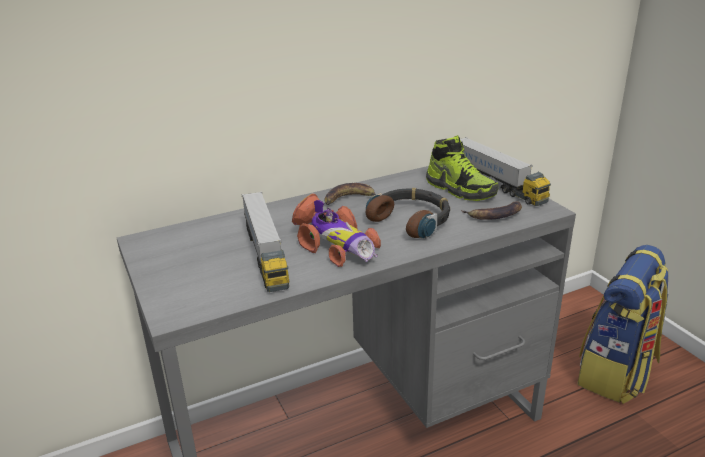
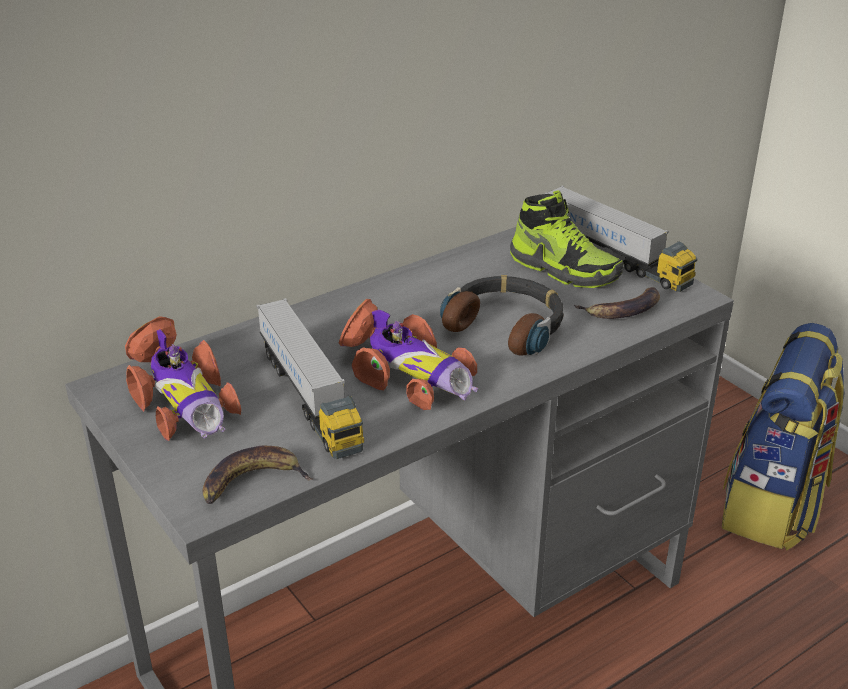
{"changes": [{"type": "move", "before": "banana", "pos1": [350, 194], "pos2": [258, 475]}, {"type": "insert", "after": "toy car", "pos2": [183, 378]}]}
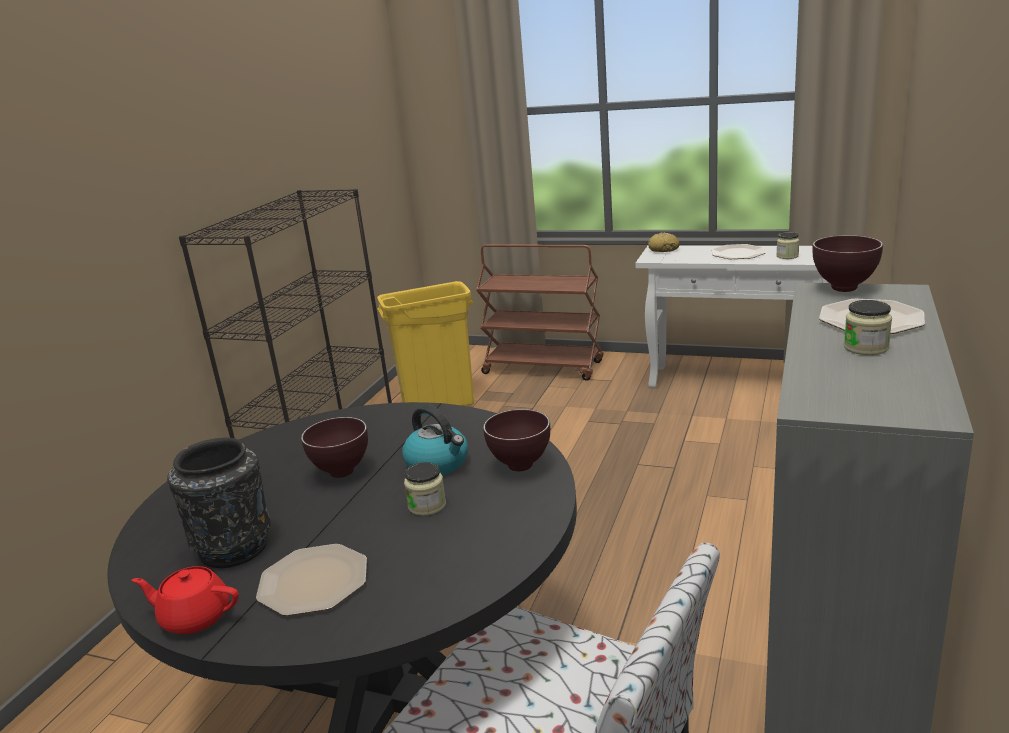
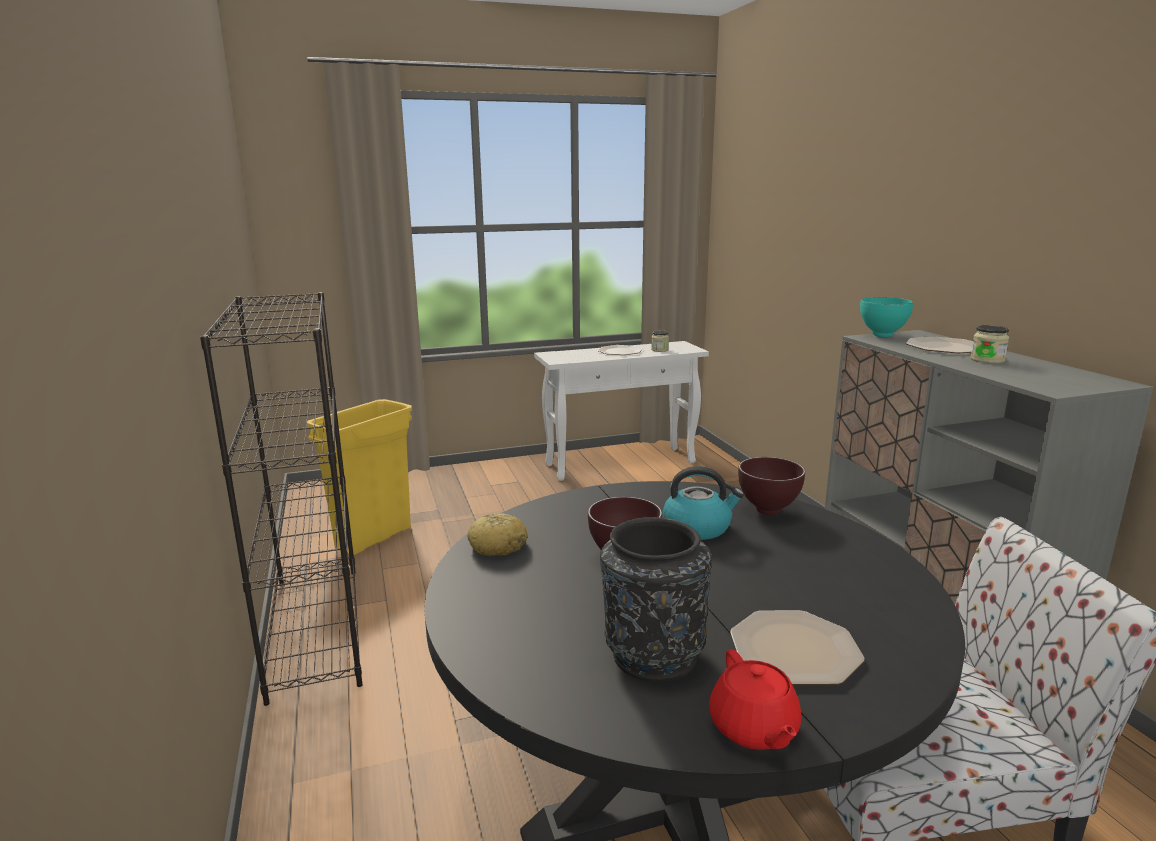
{"changes": [{"type": "rotate", "before": "teapot (red)", "pos1": [185, 600], "pos2": [755, 699], "turn": -75}, {"type": "delete", "before": "jar", "pos1": [425, 489]}, {"type": "delete", "before": "cart (brown)", "pos1": [539, 312]}, {"type": "move", "before": "bread", "pos1": [664, 242], "pos2": [497, 534]}, {"type": "recolor", "before": "bowl (brown)", "after": "bowl (turquoise)", "pos1": [847, 263], "pos2": [887, 317]}]}
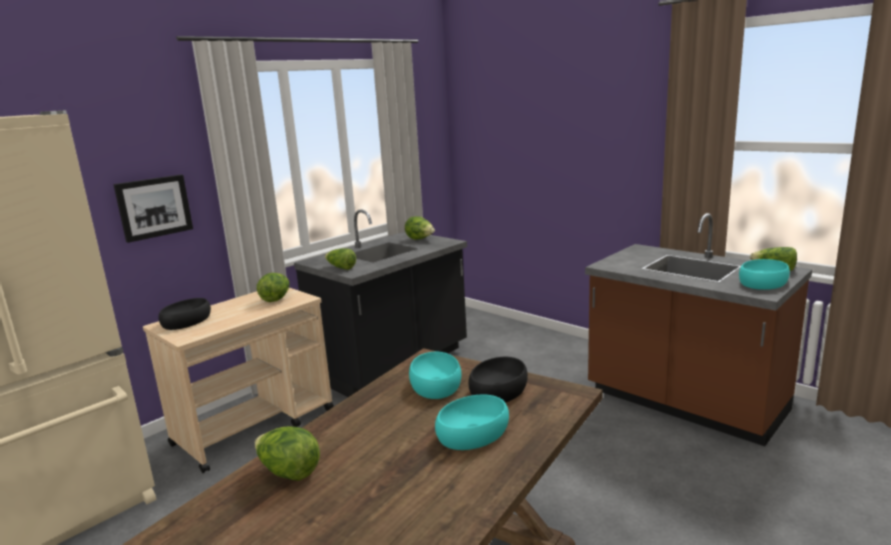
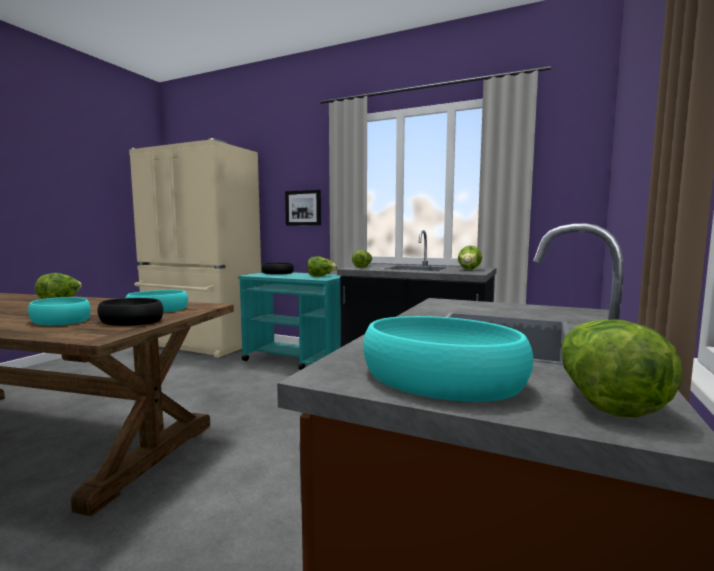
{"changes": [{"type": "recolor", "before": "cart (beige)", "after": "cart (turquoise)", "pos1": [238, 380], "pos2": [289, 321]}]}
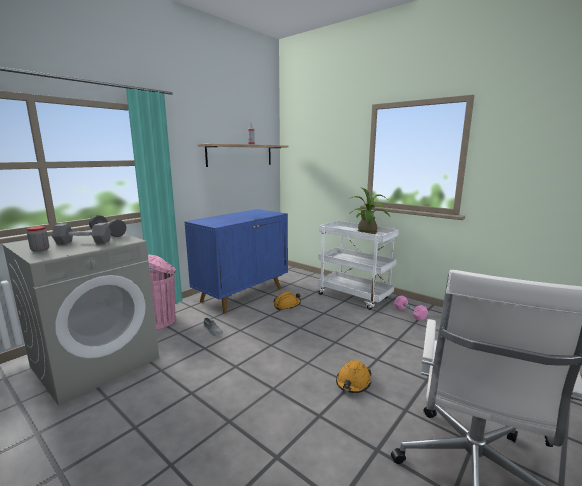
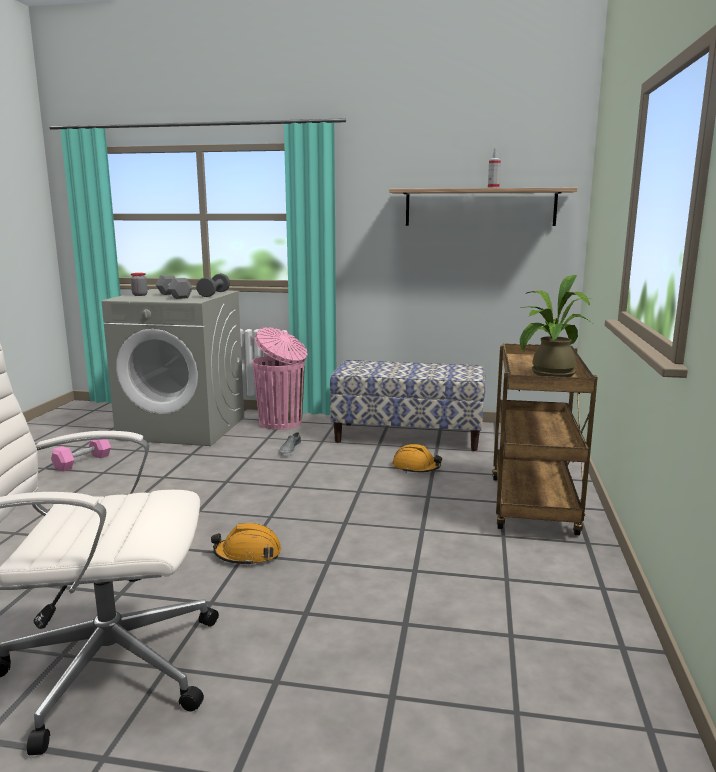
{"changes": [{"type": "replace", "before": "cabinet (blue)", "after": "bench", "pos1": [236, 261], "pos2": [408, 405]}, {"type": "recolor", "before": "cart (white)", "after": "cart (brown)", "pos1": [358, 265], "pos2": [545, 439]}, {"type": "move", "before": "dumbbell (pink)", "pos1": [411, 308], "pos2": [81, 455]}]}
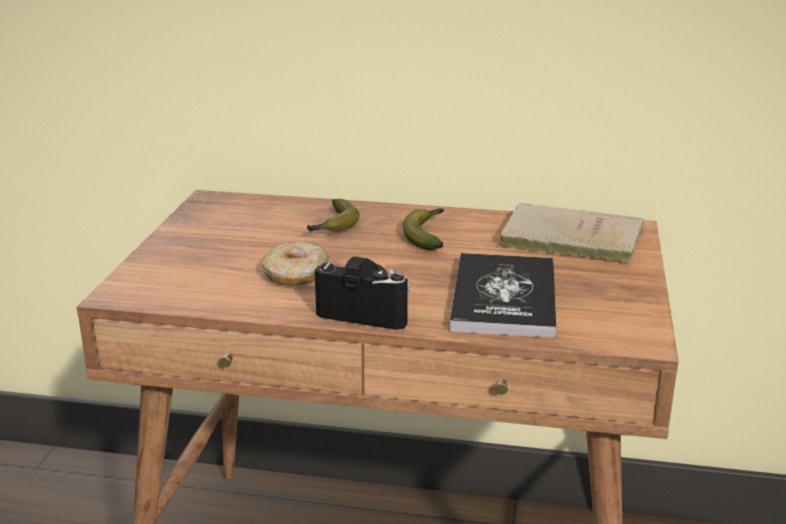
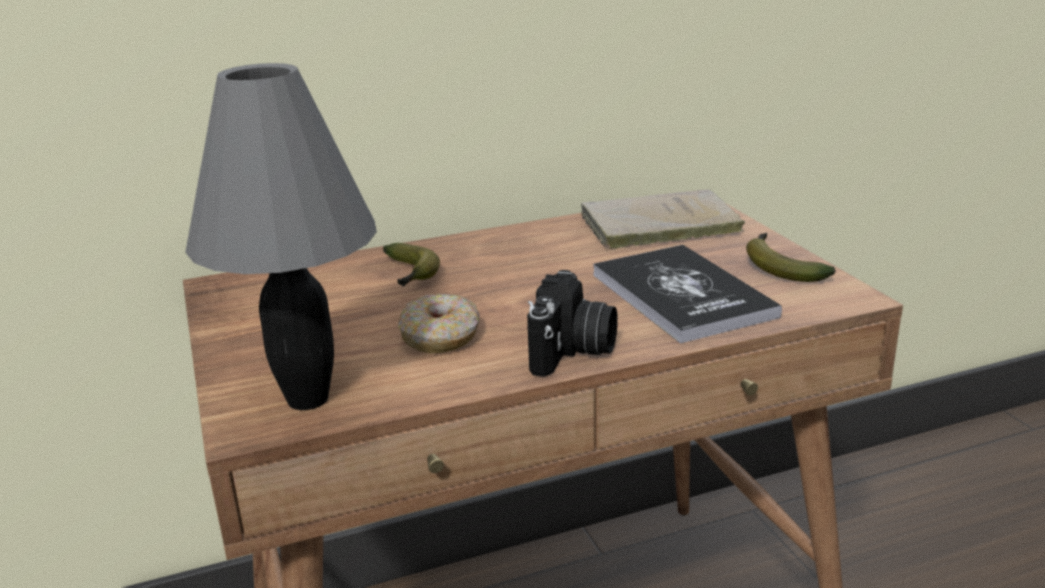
{"changes": [{"type": "rotate", "before": "photo camera", "pos1": [362, 293], "pos2": [572, 323], "turn": 120}, {"type": "move", "before": "banana", "pos1": [423, 229], "pos2": [791, 257]}, {"type": "insert", "after": "table lamp (grey)", "pos2": [281, 236]}]}
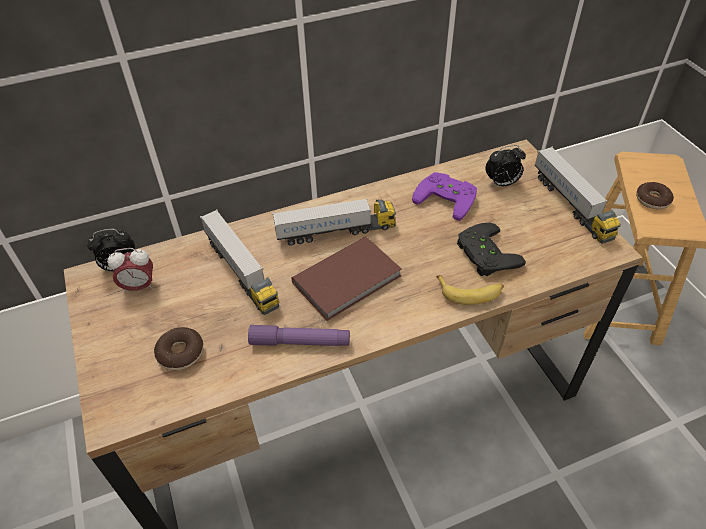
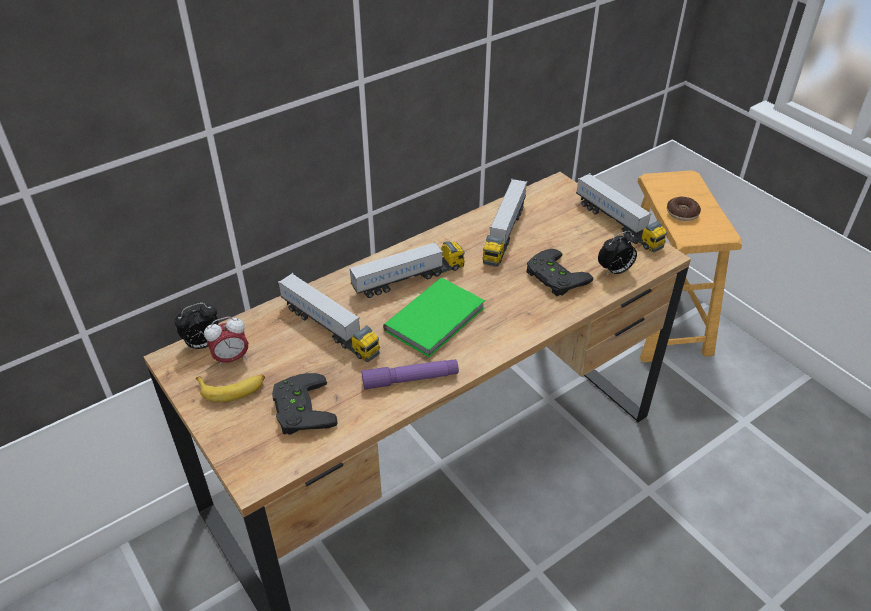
{"changes": [{"type": "replace", "before": "donut", "after": "game controller (black)", "pos1": [178, 348], "pos2": [305, 404]}, {"type": "recolor", "before": "book (brown)", "after": "book (green)", "pos1": [346, 278], "pos2": [434, 317]}, {"type": "replace", "before": "game controller (purple)", "after": "toy truck", "pos1": [444, 196], "pos2": [505, 223]}, {"type": "move", "before": "banana", "pos1": [470, 290], "pos2": [230, 388]}, {"type": "move", "before": "alarm clock", "pos1": [505, 166], "pos2": [618, 253]}]}
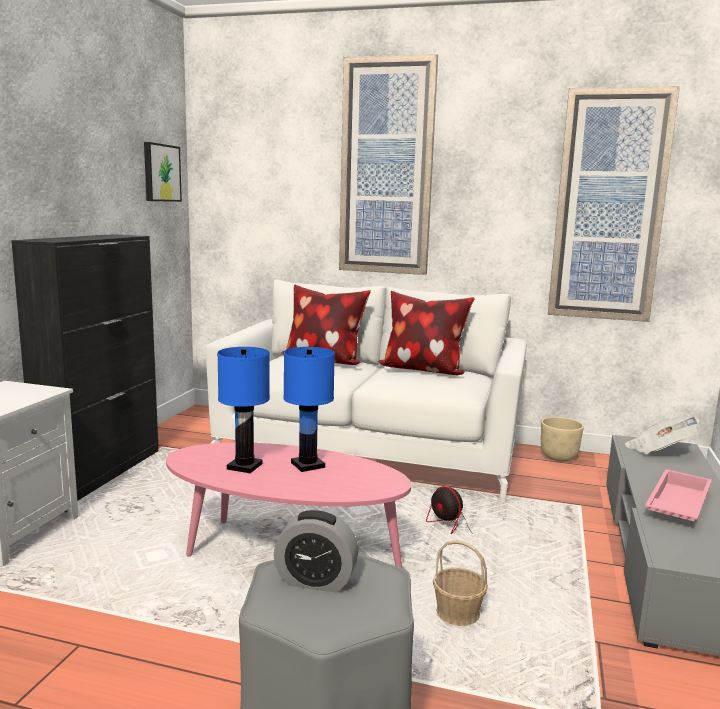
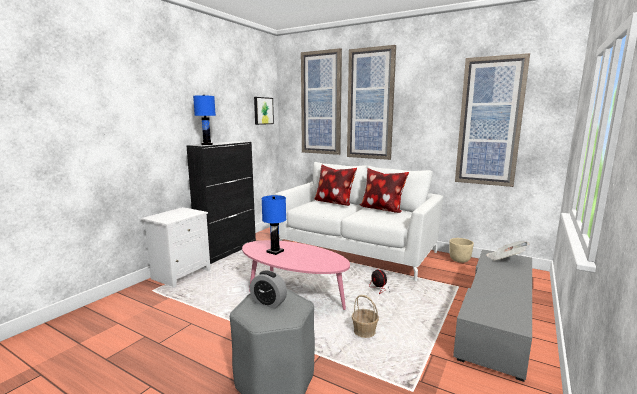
{"changes": [{"type": "move", "before": "table lamp (blue)", "pos1": [309, 409], "pos2": [204, 120]}, {"type": "delete", "before": "tray (pink)", "pos1": [678, 495]}, {"type": "insert", "after": "picture", "pos2": [321, 101]}]}
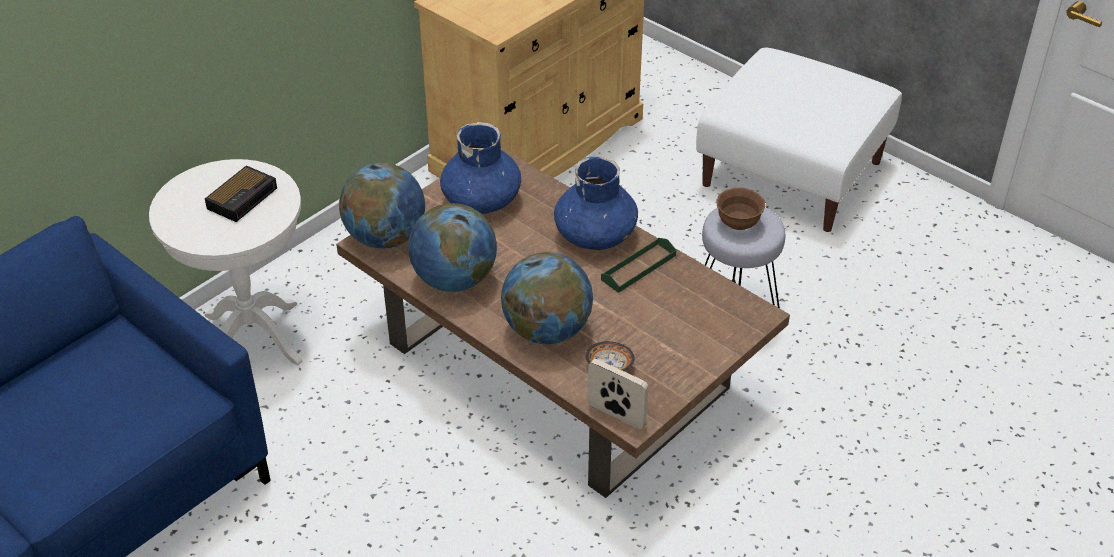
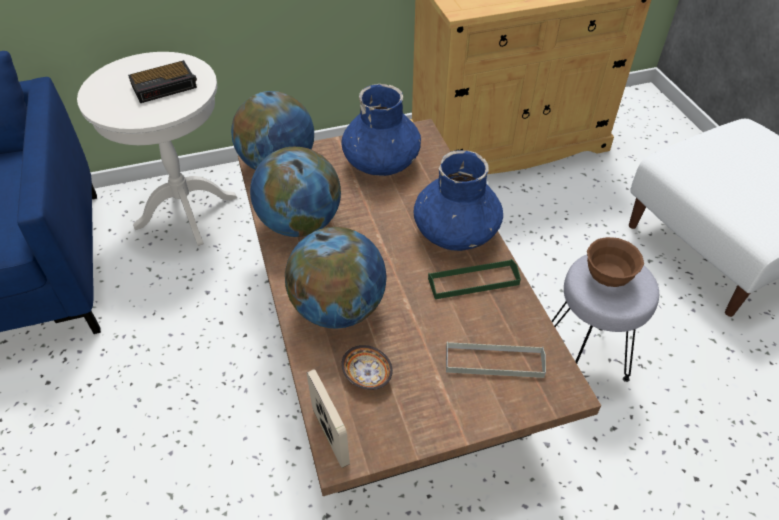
{"changes": [{"type": "insert", "after": "tray (grey)", "pos2": [496, 360]}]}
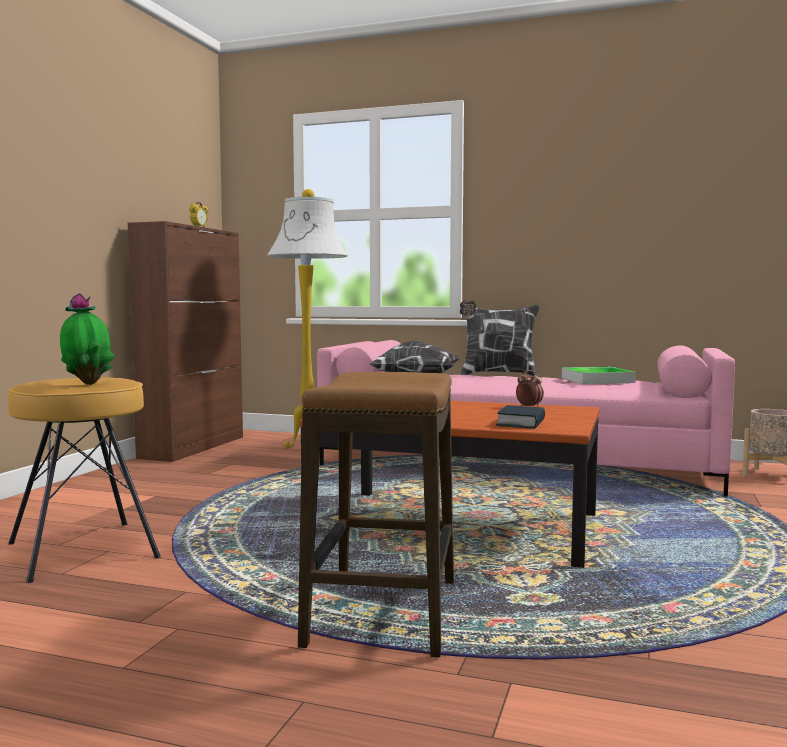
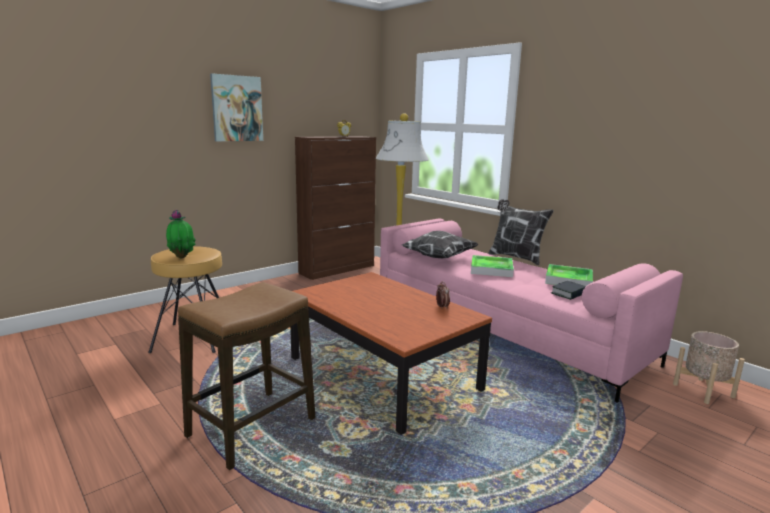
{"changes": [{"type": "move", "before": "book", "pos1": [520, 417], "pos2": [568, 290]}, {"type": "insert", "after": "picture", "pos2": [236, 107]}, {"type": "insert", "after": "tray", "pos2": [492, 266]}]}
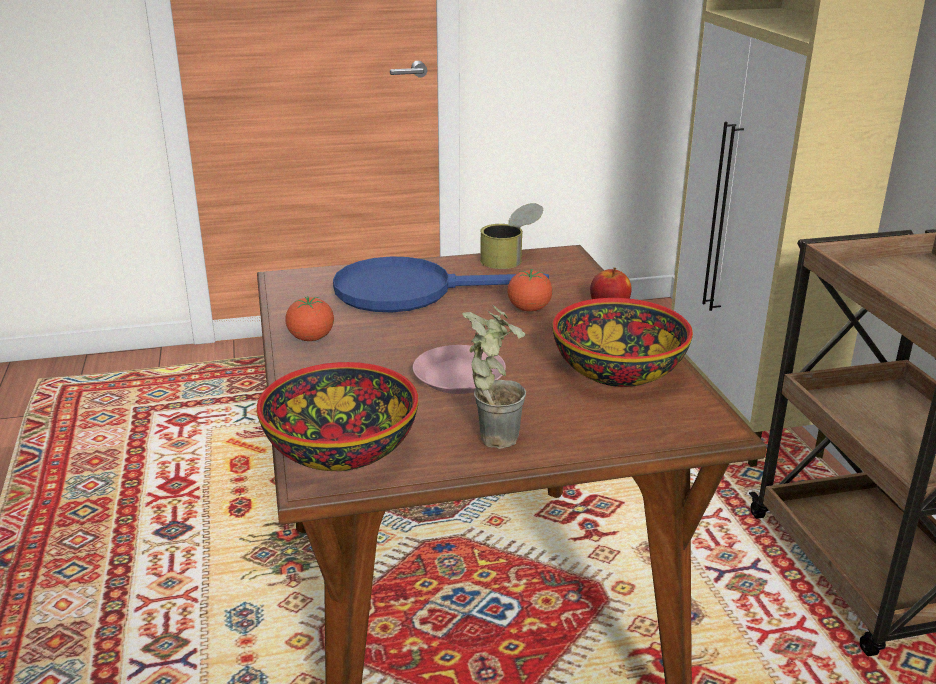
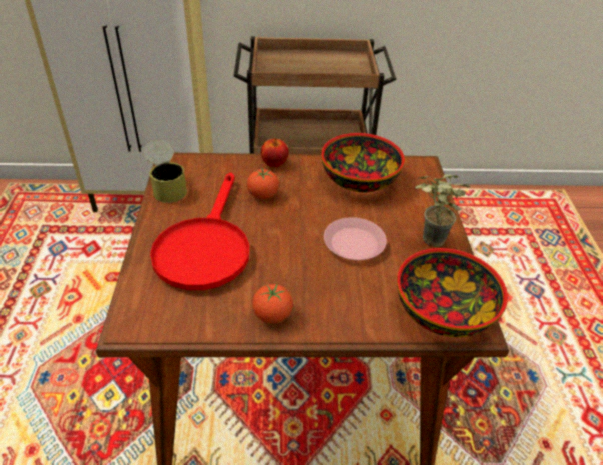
{"changes": [{"type": "recolor", "before": "frying pan (blue)", "after": "frying pan (red)", "pos1": [441, 284], "pos2": [200, 231]}]}
